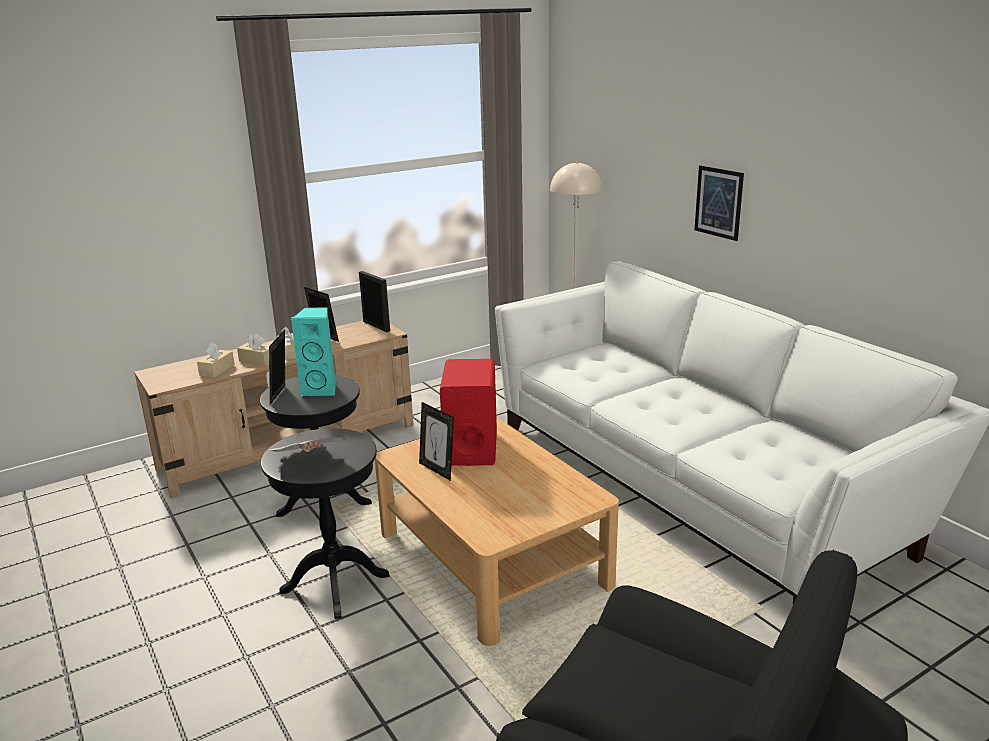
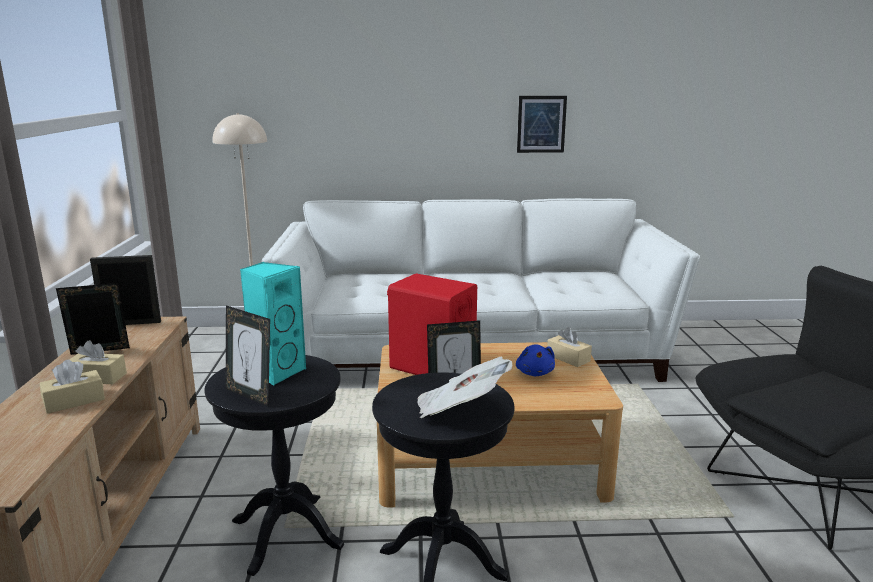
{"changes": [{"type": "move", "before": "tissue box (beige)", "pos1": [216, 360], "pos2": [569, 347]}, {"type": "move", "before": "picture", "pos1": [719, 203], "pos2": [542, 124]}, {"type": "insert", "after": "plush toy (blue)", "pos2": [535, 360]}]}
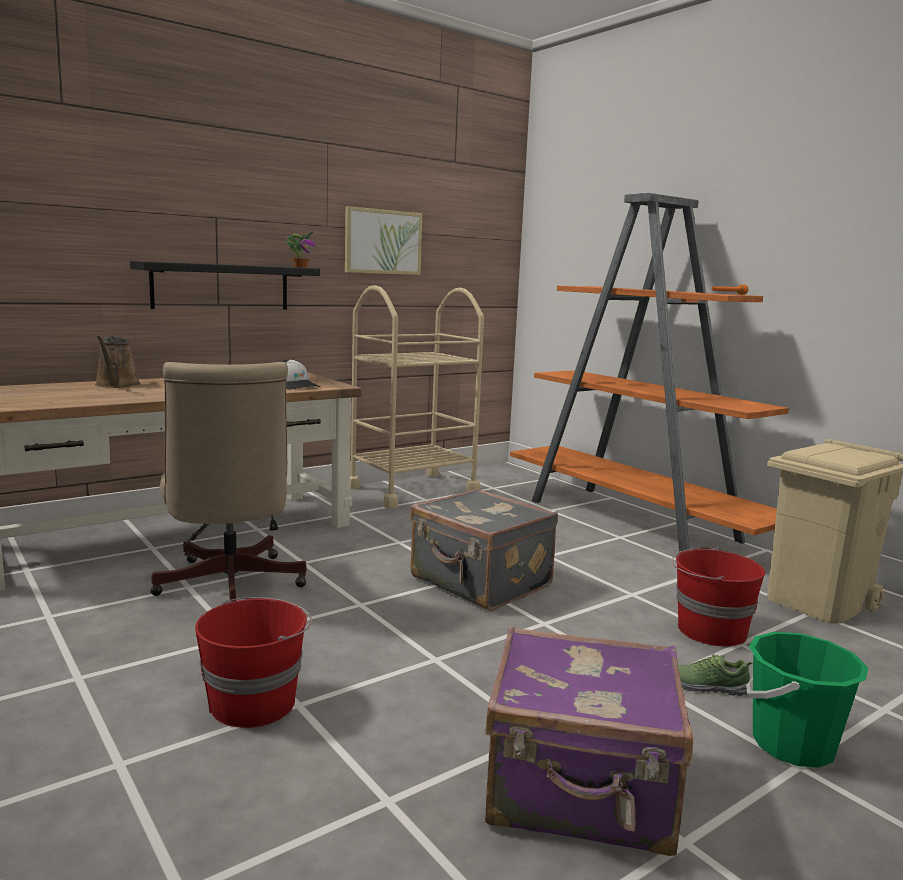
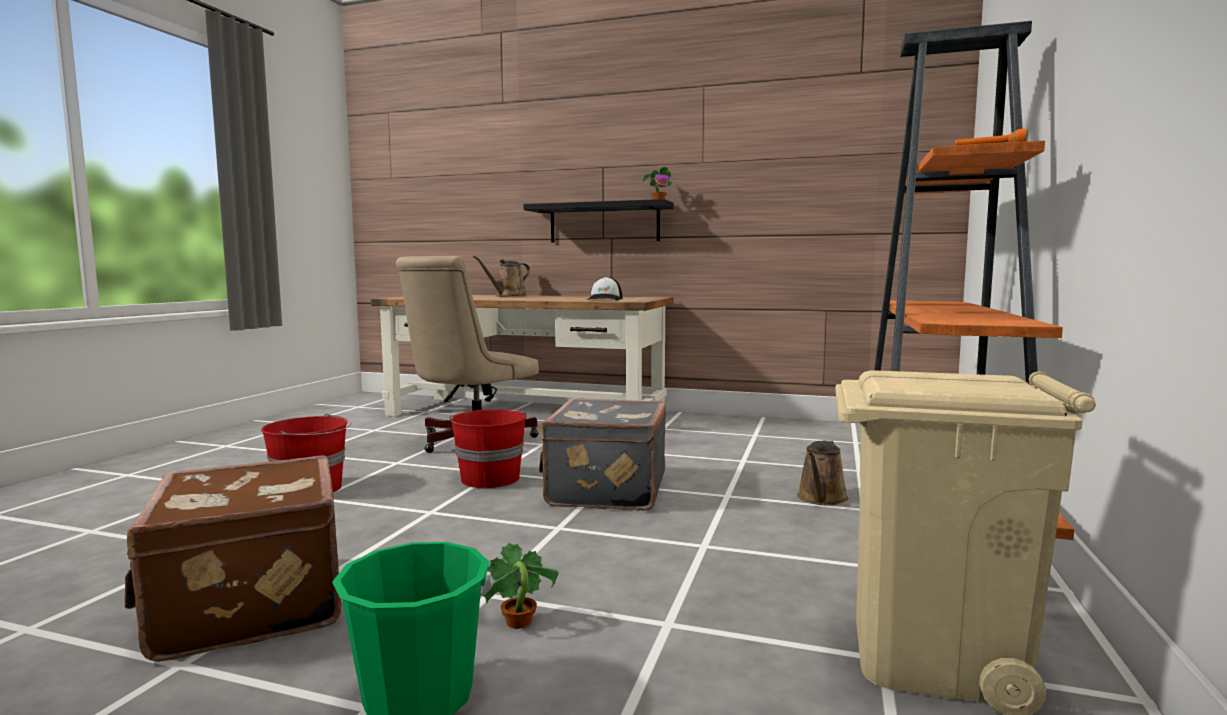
{"changes": [{"type": "delete", "before": "picture", "pos1": [383, 240]}, {"type": "delete", "before": "cart (beige)", "pos1": [417, 397]}, {"type": "recolor", "before": "suitcase (purple)", "after": "suitcase (brown)", "pos1": [589, 741], "pos2": [232, 559]}, {"type": "move", "before": "bucket (red)", "pos1": [718, 597], "pos2": [488, 449]}, {"type": "replace", "before": "shoe", "after": "potted plant", "pos1": [715, 675], "pos2": [521, 586]}, {"type": "insert", "after": "watering can (brown)", "pos2": [823, 472]}]}
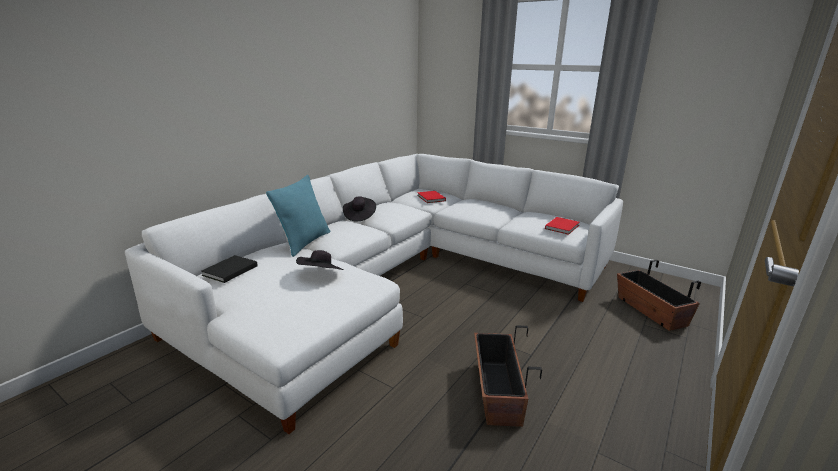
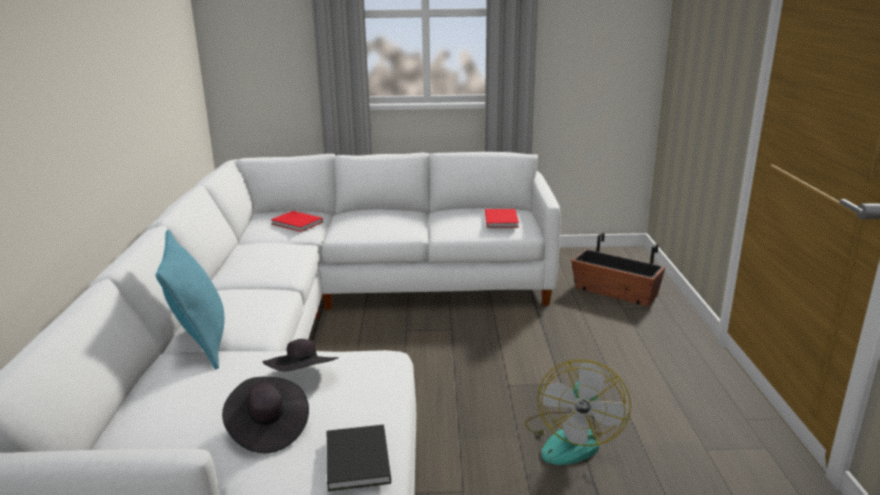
{"changes": [{"type": "move", "before": "book (black)", "pos1": [229, 269], "pos2": [359, 458]}, {"type": "move", "before": "hat (black)", "pos1": [359, 208], "pos2": [265, 415]}, {"type": "replace", "before": "planter", "after": "fan", "pos1": [508, 376], "pos2": [577, 412]}]}
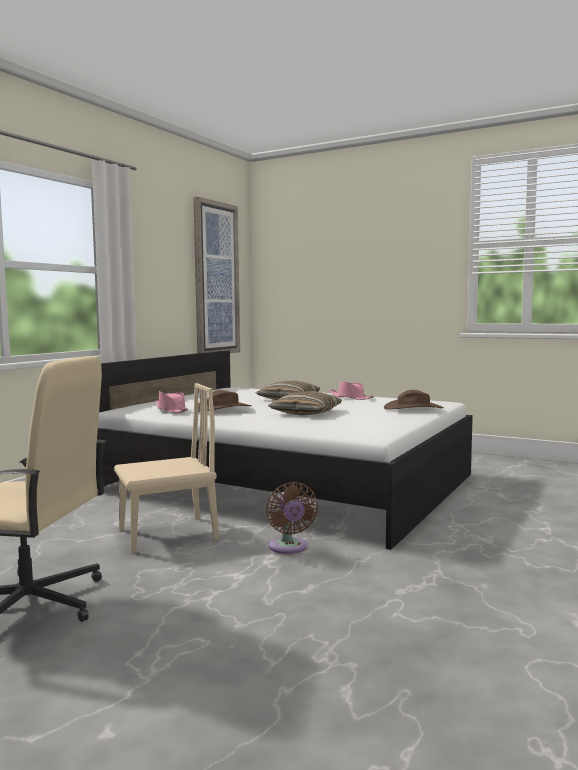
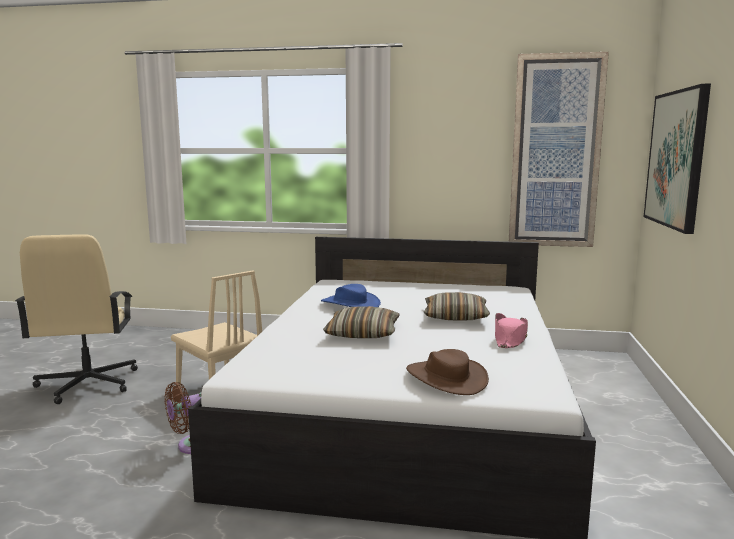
{"changes": [{"type": "delete", "before": "hat (pink)", "pos1": [172, 402]}, {"type": "recolor", "before": "hat (brown)", "after": "hat (blue)", "pos1": [225, 401], "pos2": [351, 295]}, {"type": "insert", "after": "picture", "pos2": [677, 159]}]}
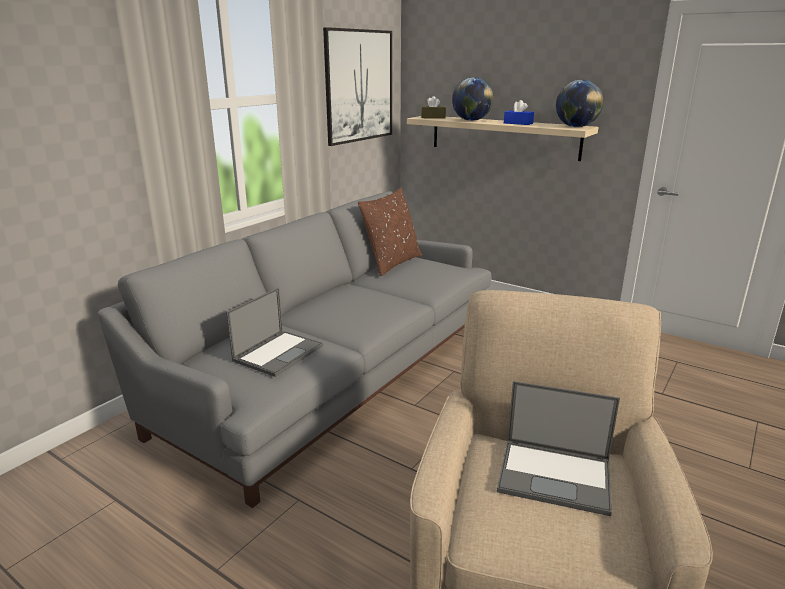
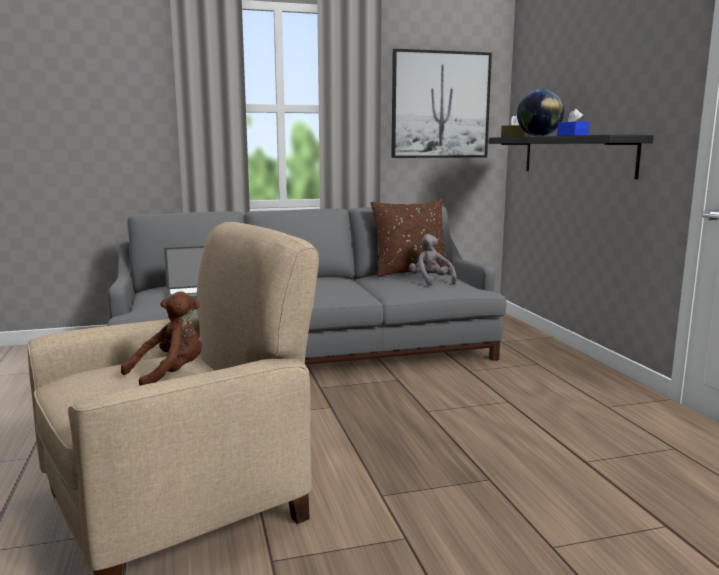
{"changes": [{"type": "recolor", "before": "shelf (beige)", "after": "shelf (black)", "pos1": [503, 138], "pos2": [571, 157]}, {"type": "replace", "before": "laptop", "after": "plush toy (brown)", "pos1": [558, 448], "pos2": [161, 338]}, {"type": "delete", "before": "globe", "pos1": [579, 103]}, {"type": "insert", "after": "plush toy (grey)", "pos2": [433, 260]}]}
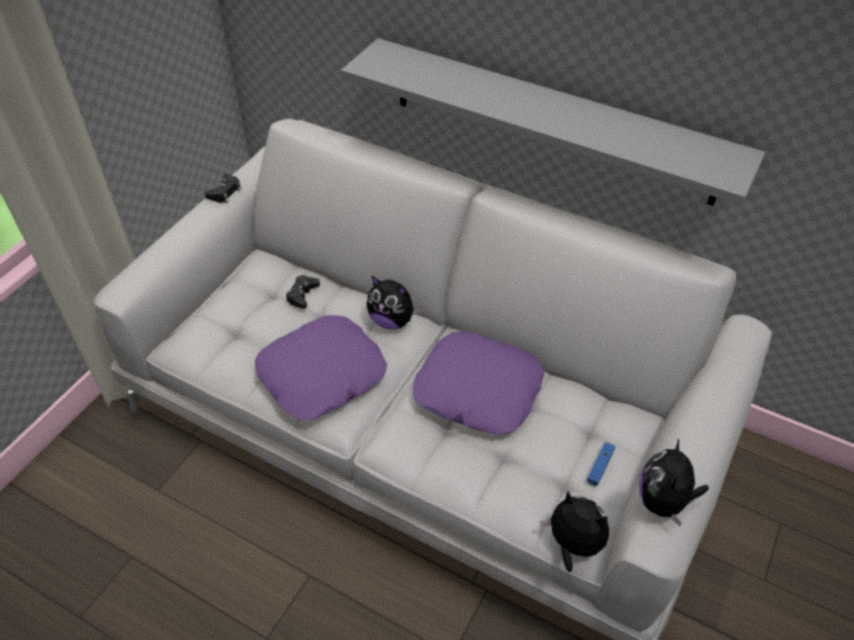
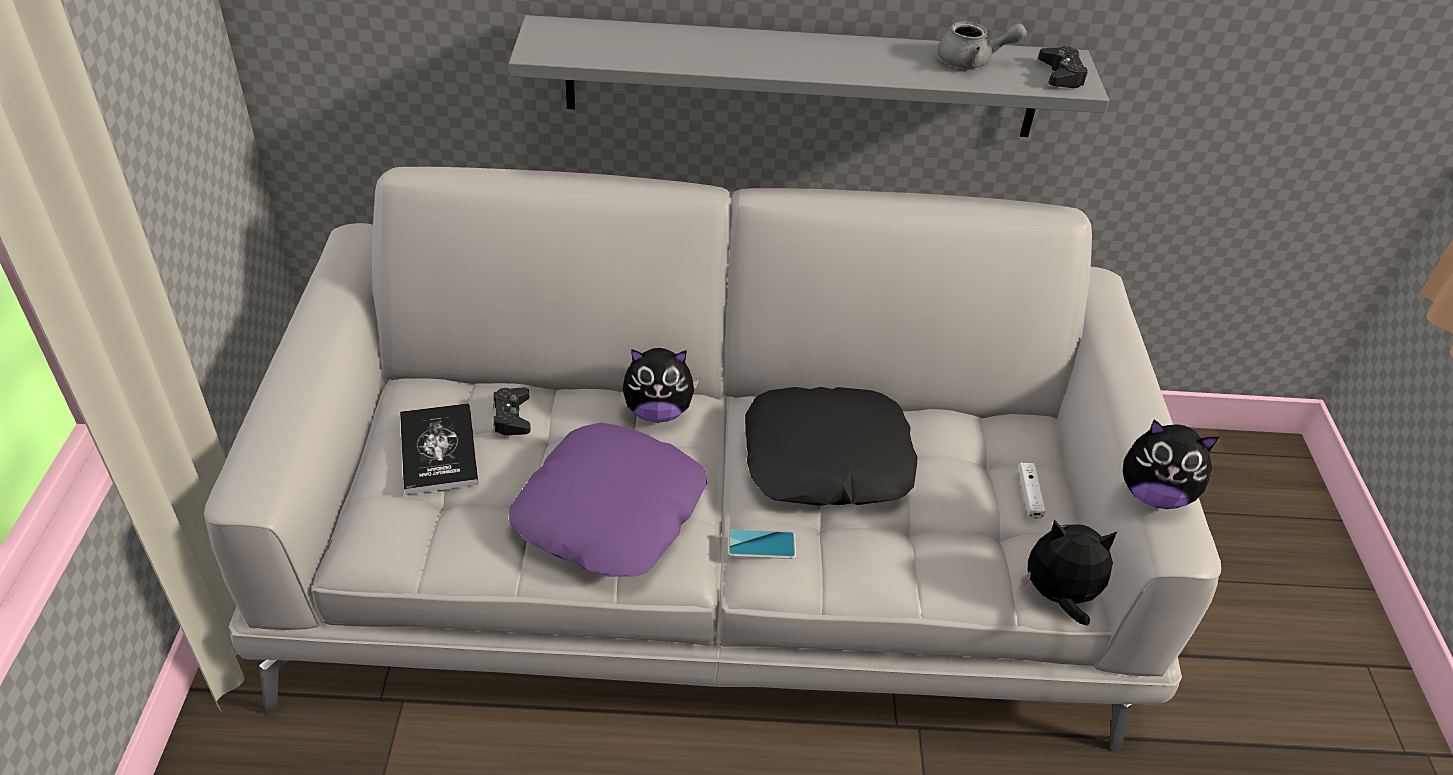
{"changes": [{"type": "move", "before": "game controller (black)", "pos1": [223, 188], "pos2": [1063, 67]}, {"type": "recolor", "before": "pillow (purple)", "after": "pillow (black)", "pos1": [478, 383], "pos2": [831, 446]}, {"type": "recolor", "before": "game controller (blue)", "after": "game controller (white)", "pos1": [601, 464], "pos2": [1032, 491]}, {"type": "rotate", "before": "plush toy", "pos1": [674, 483], "pos2": [1171, 464], "turn": -60}, {"type": "insert", "after": "book", "pos2": [439, 449]}, {"type": "insert", "after": "phone", "pos2": [762, 544]}, {"type": "insert", "after": "teapot (grey)", "pos2": [982, 44]}]}
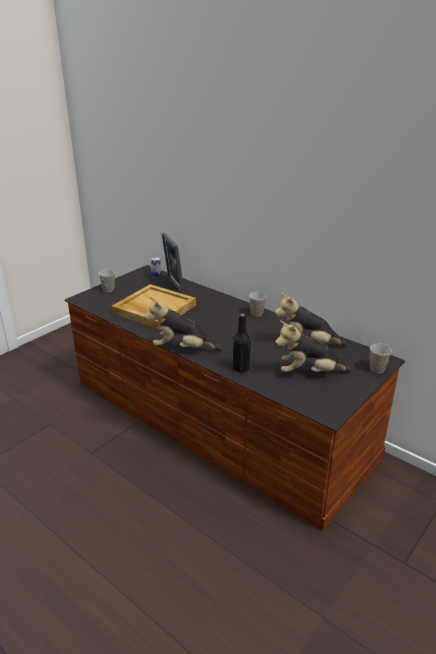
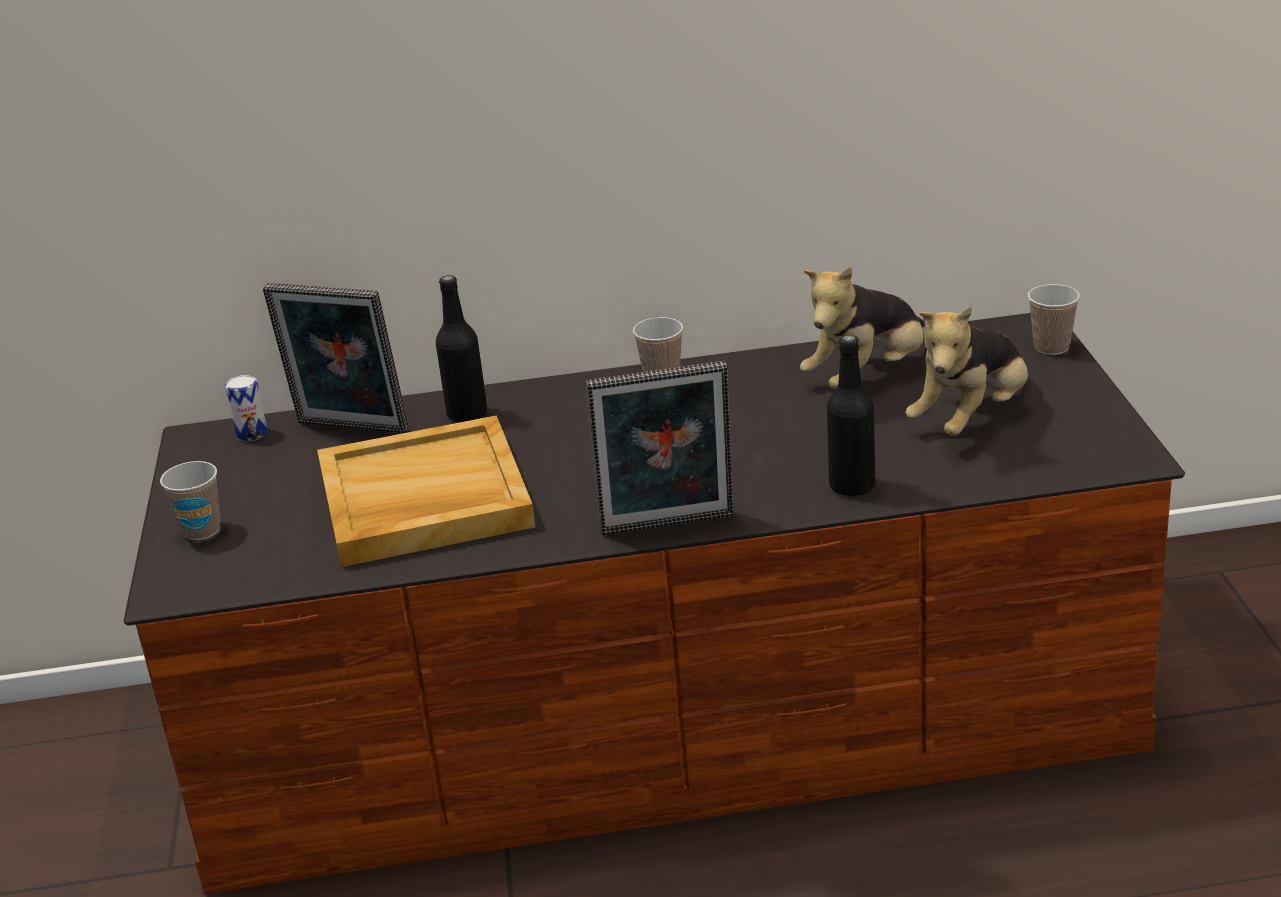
{"changes": [{"type": "replace", "before": "plush toy", "after": "picture frame", "pos1": [183, 324], "pos2": [660, 448]}, {"type": "insert", "after": "bottle (black)", "pos2": [462, 348]}]}
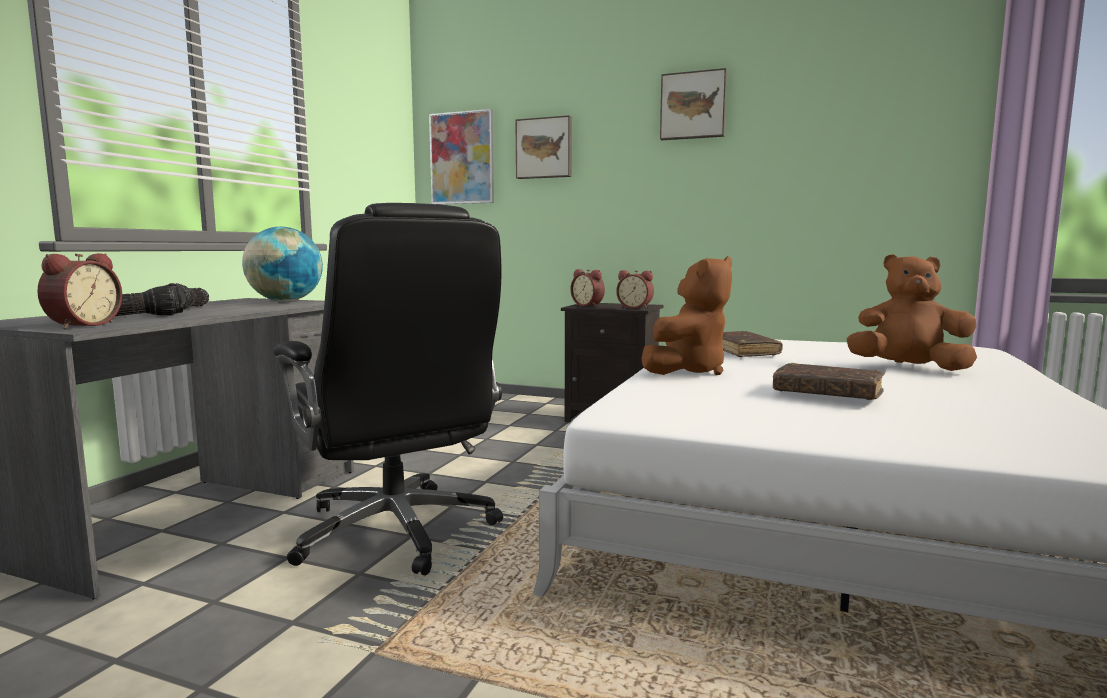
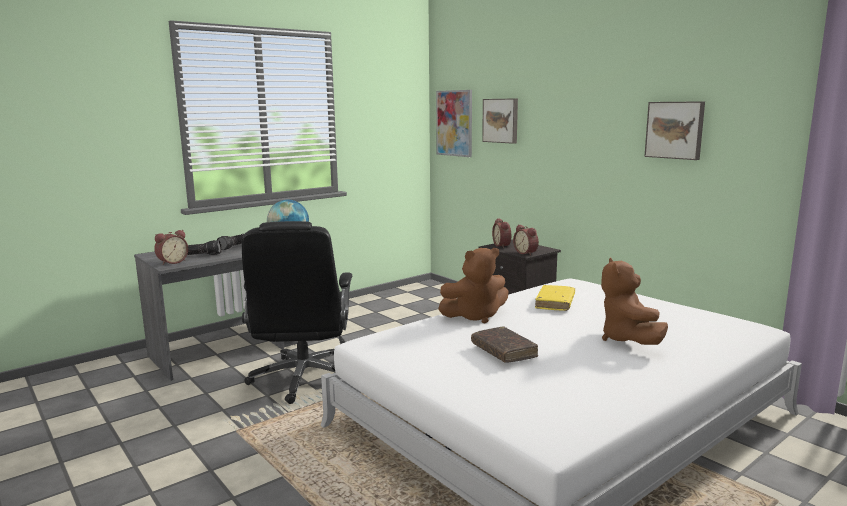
{"changes": [{"type": "move", "before": "picture", "pos1": [693, 104], "pos2": [674, 130]}, {"type": "recolor", "before": "book (brown)", "after": "book (yellow)", "pos1": [752, 344], "pos2": [555, 298]}, {"type": "rotate", "before": "plush toy (brown)", "pos1": [912, 312], "pos2": [634, 301], "turn": -135}]}
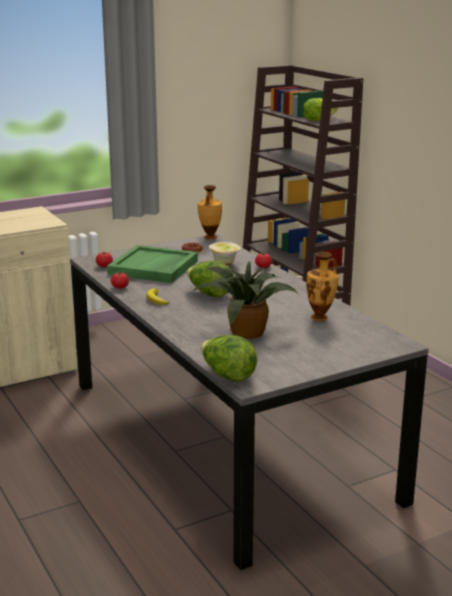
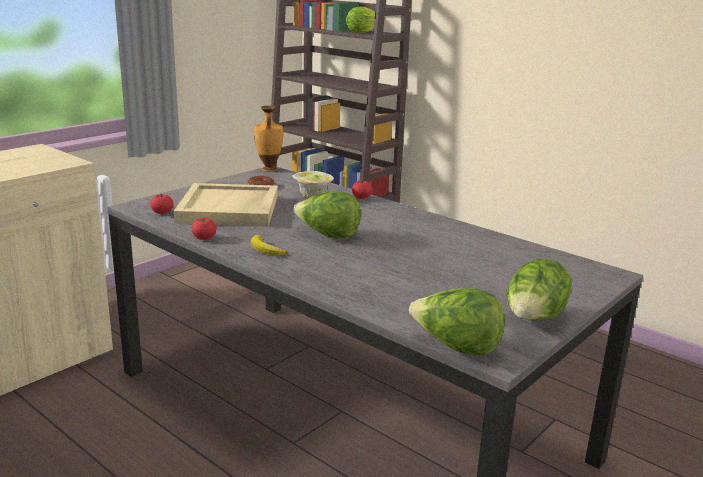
{"changes": [{"type": "recolor", "before": "tray (green)", "after": "tray (beige)", "pos1": [152, 264], "pos2": [226, 204]}, {"type": "delete", "before": "potted plant", "pos1": [246, 300]}, {"type": "delete", "before": "vase", "pos1": [322, 286]}, {"type": "insert", "after": "lettuce", "pos2": [539, 290]}]}
